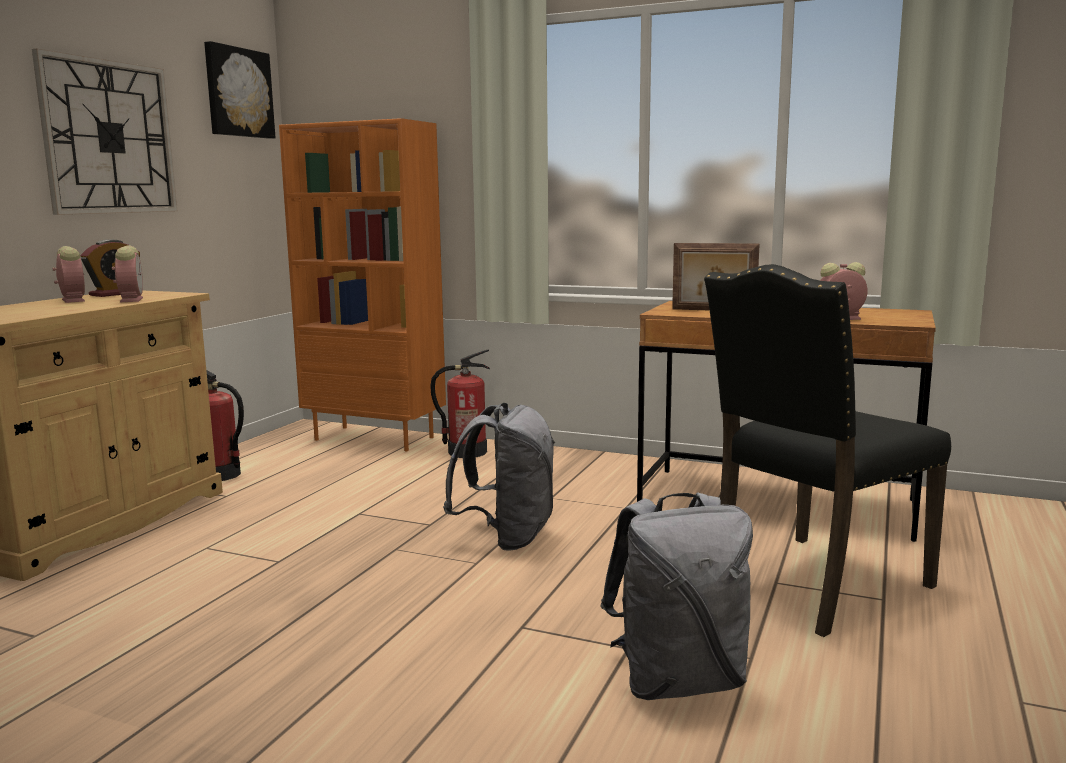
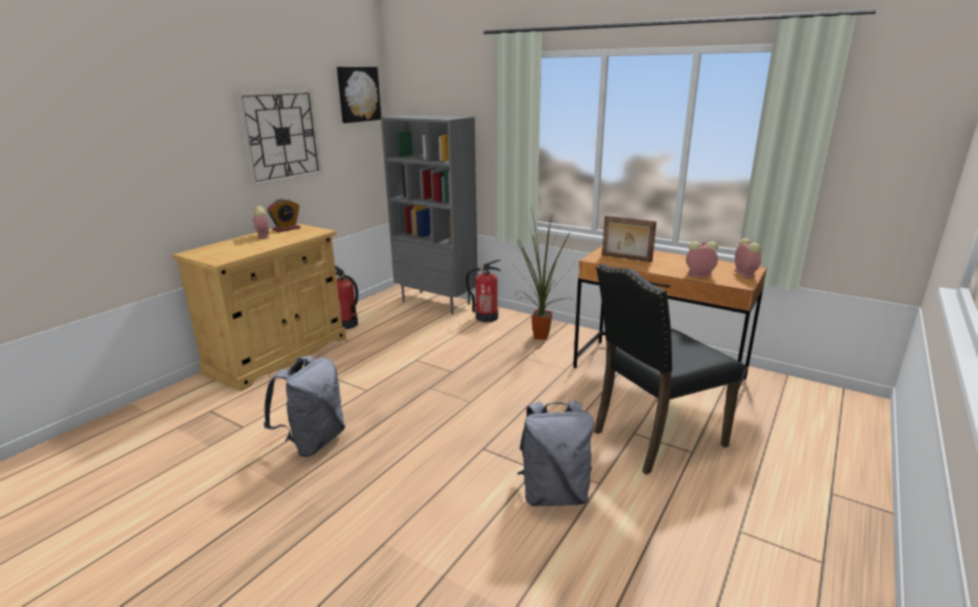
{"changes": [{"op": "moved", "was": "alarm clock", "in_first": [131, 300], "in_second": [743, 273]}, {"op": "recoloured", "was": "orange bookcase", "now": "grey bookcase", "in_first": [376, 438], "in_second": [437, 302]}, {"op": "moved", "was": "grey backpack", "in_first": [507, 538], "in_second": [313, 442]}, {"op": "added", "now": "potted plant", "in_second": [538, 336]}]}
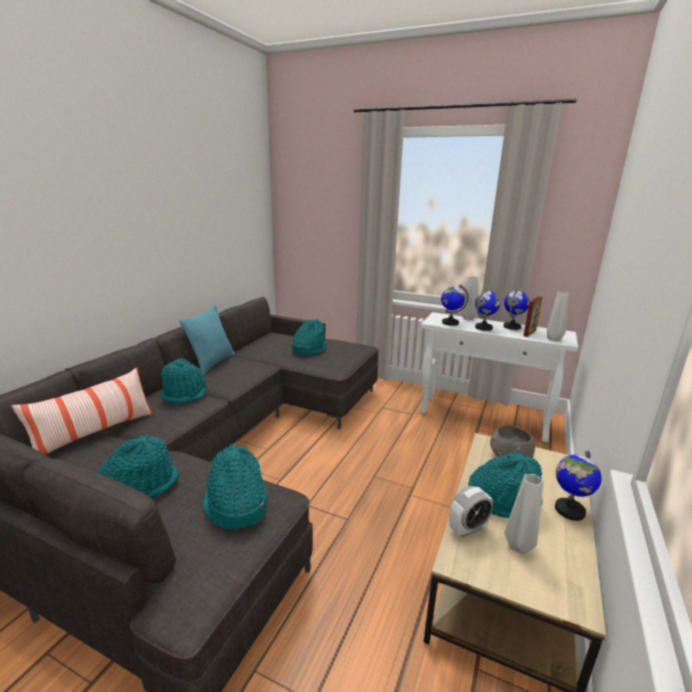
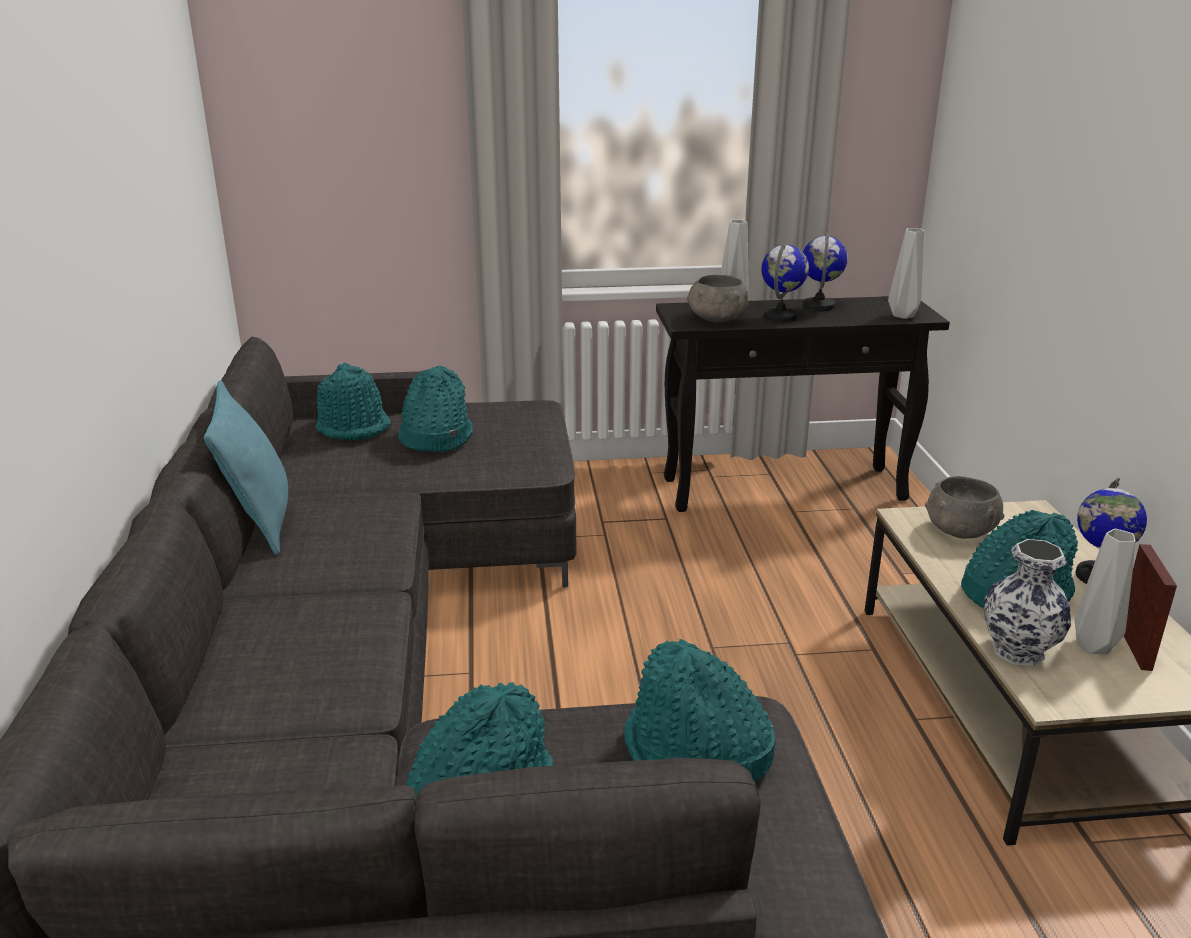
{"changes": [{"op": "removed", "was": "pillow", "in_first": [95, 433]}, {"op": "moved", "was": "turquoise hat", "in_first": [185, 394], "in_second": [353, 427]}, {"op": "recoloured", "was": "white console table", "now": "black console table", "in_first": [484, 418], "in_second": [785, 489]}, {"op": "replaced", "was": "globe", "now": "grey bowl", "in_first": [450, 323], "in_second": [716, 319]}, {"op": "replaced", "was": "alarm clock", "now": "vase", "in_first": [468, 529], "in_second": [1017, 650]}, {"op": "moved", "was": "picture frame", "in_first": [529, 333], "in_second": [1134, 647]}]}
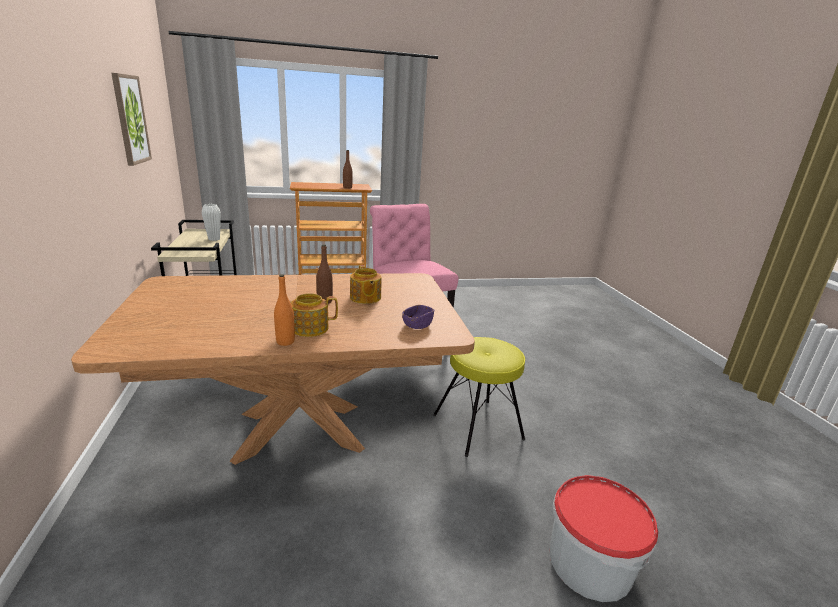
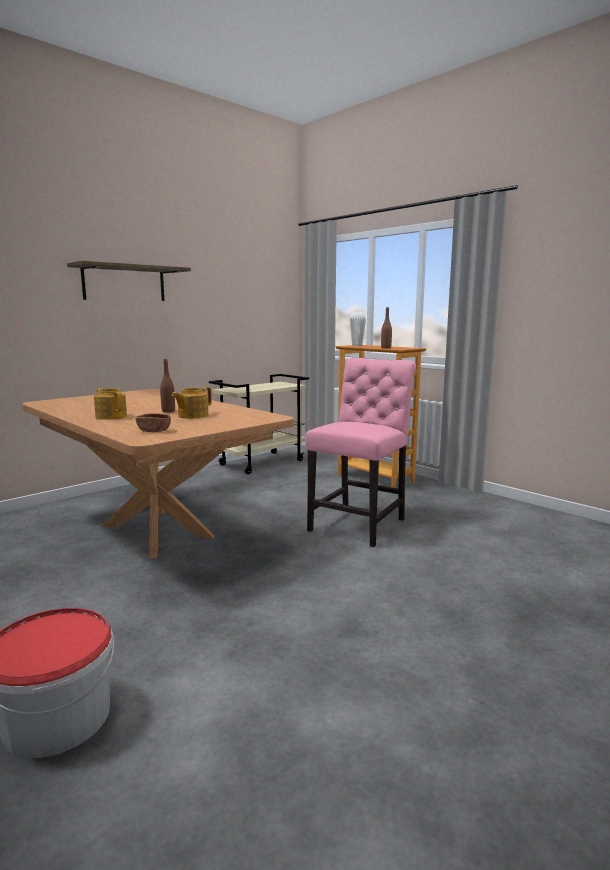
{"changes": [{"op": "removed", "was": "picture", "in_first": [130, 119]}, {"op": "moved", "was": "white vase", "in_first": [214, 239], "in_second": [357, 345]}, {"op": "removed", "was": "orange bottle", "in_first": [285, 342]}, {"op": "recoloured", "was": "purple bowl", "now": "brown bowl", "in_first": [417, 325], "in_second": [154, 431]}, {"op": "removed", "was": "yellow stool", "in_first": [478, 427]}, {"op": "added", "now": "shelf", "in_second": [124, 283]}]}
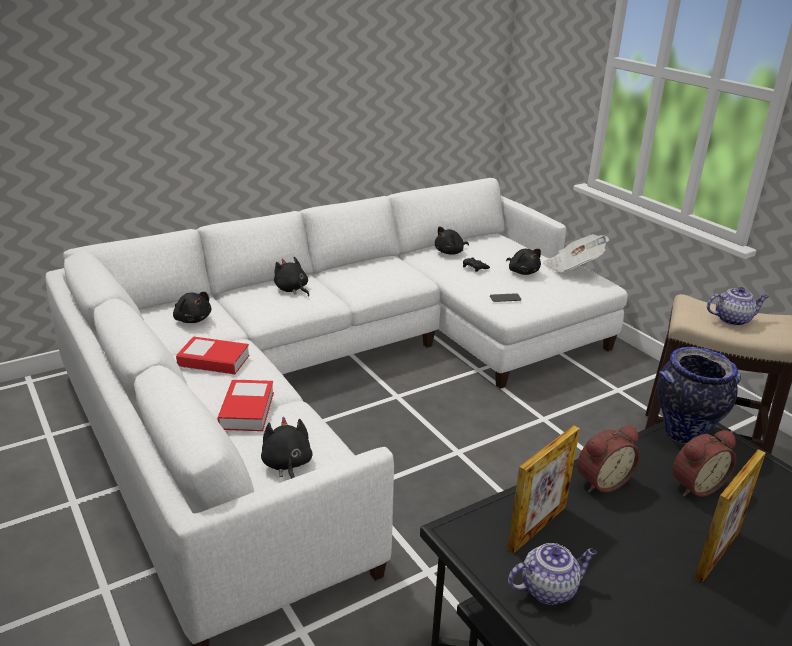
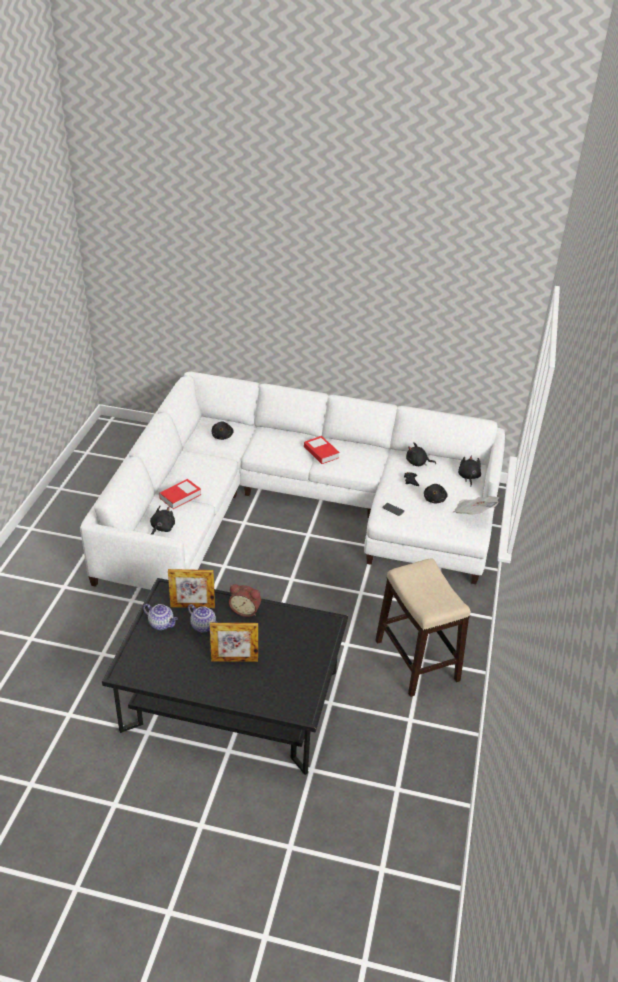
{"changes": [{"op": "moved", "was": "book", "in_first": [214, 361], "in_second": [321, 452]}, {"op": "moved", "was": "black plush toy", "in_first": [292, 289], "in_second": [468, 477]}, {"op": "removed", "was": "vase", "in_first": [684, 433]}, {"op": "removed", "was": "alarm clock", "in_first": [694, 485]}, {"op": "moved", "was": "teapot", "in_first": [733, 319], "in_second": [204, 626]}]}
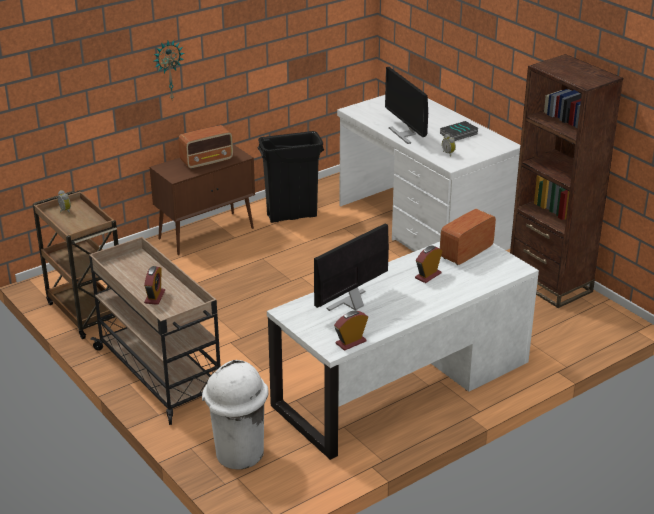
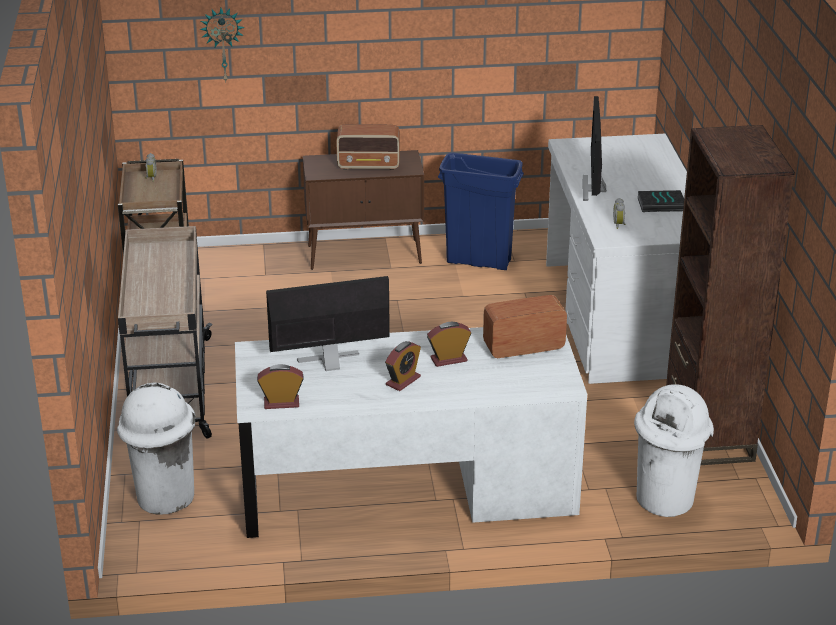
{"changes": [{"op": "moved", "was": "alarm clock", "in_first": [154, 297], "in_second": [403, 381]}, {"op": "moved", "was": "wall clock", "in_first": [168, 69], "in_second": [223, 44]}, {"op": "recoloured", "was": "black trash can", "now": "blue trash can", "in_first": [292, 216], "in_second": [479, 261]}, {"op": "added", "now": "white trash can", "in_second": [666, 500]}]}
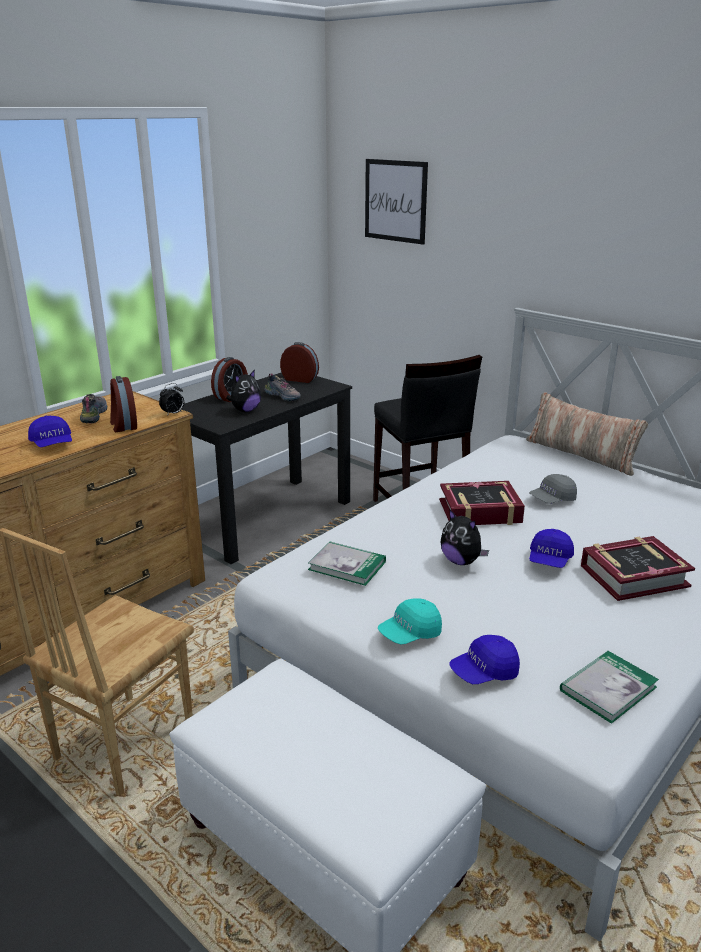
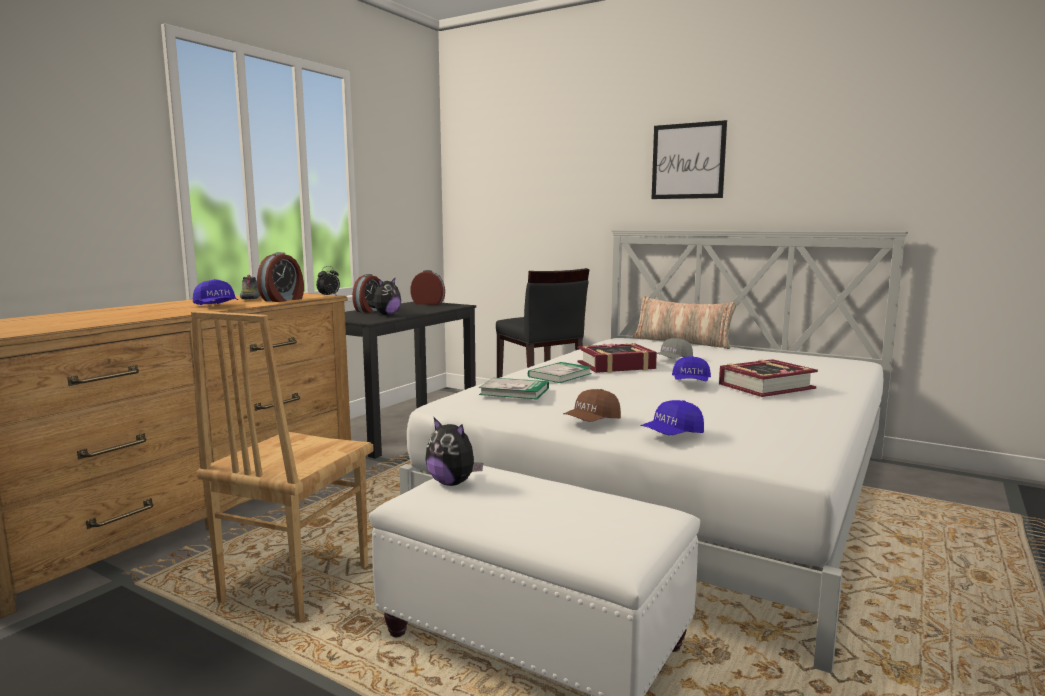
{"changes": [{"op": "turned", "was": "alarm clock", "in_first": [123, 425], "in_second": [283, 300], "clockwise": -120}, {"op": "removed", "was": "shoe", "in_first": [283, 396]}, {"op": "moved", "was": "picture", "in_first": [395, 201], "in_second": [688, 161]}, {"op": "recoloured", "was": "turquoise cap", "now": "brown cap", "in_first": [410, 634], "in_second": [592, 421]}, {"op": "moved", "was": "plush toy", "in_first": [461, 561], "in_second": [452, 483]}, {"op": "moved", "was": "book", "in_first": [608, 688], "in_second": [560, 375]}]}
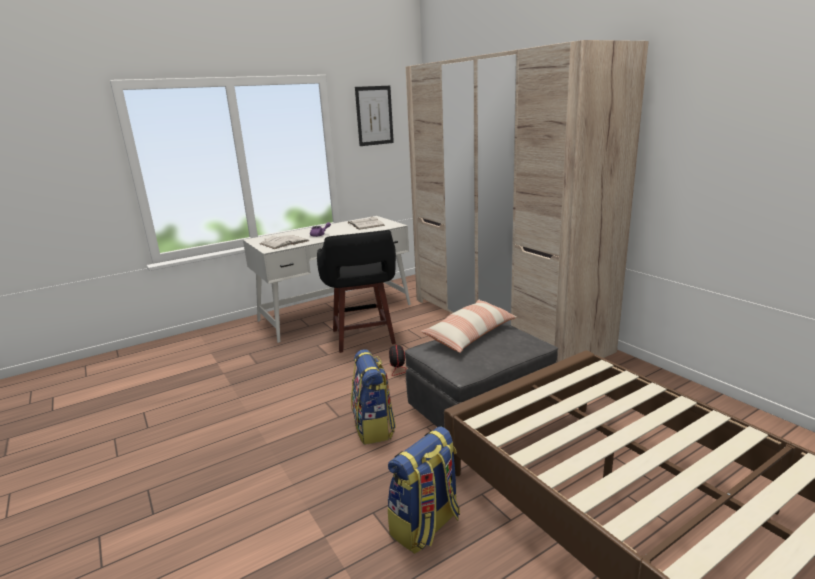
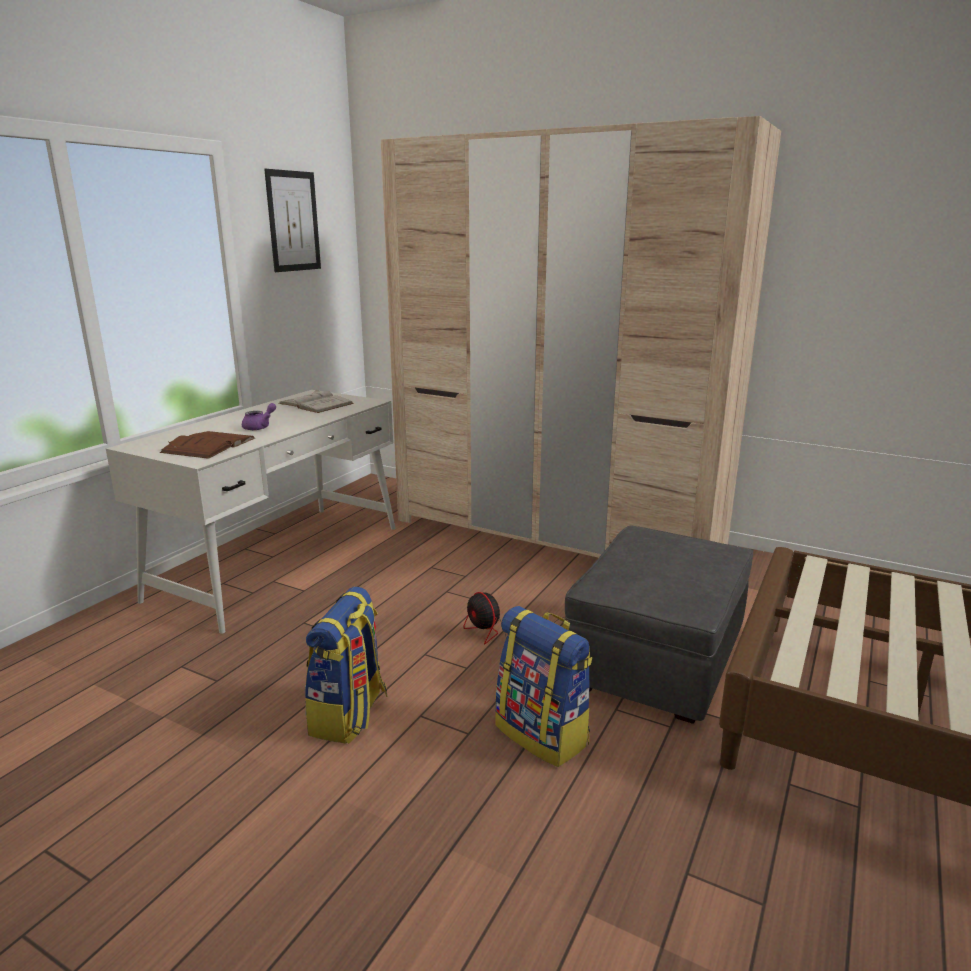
{"changes": [{"op": "recoloured", "was": "white book", "now": "brown book", "in_first": [284, 242], "in_second": [209, 445]}, {"op": "removed", "was": "black stool", "in_first": [363, 338]}, {"op": "moved", "was": "backpack", "in_first": [426, 526], "in_second": [349, 715]}, {"op": "removed", "was": "pillow", "in_first": [470, 335]}]}
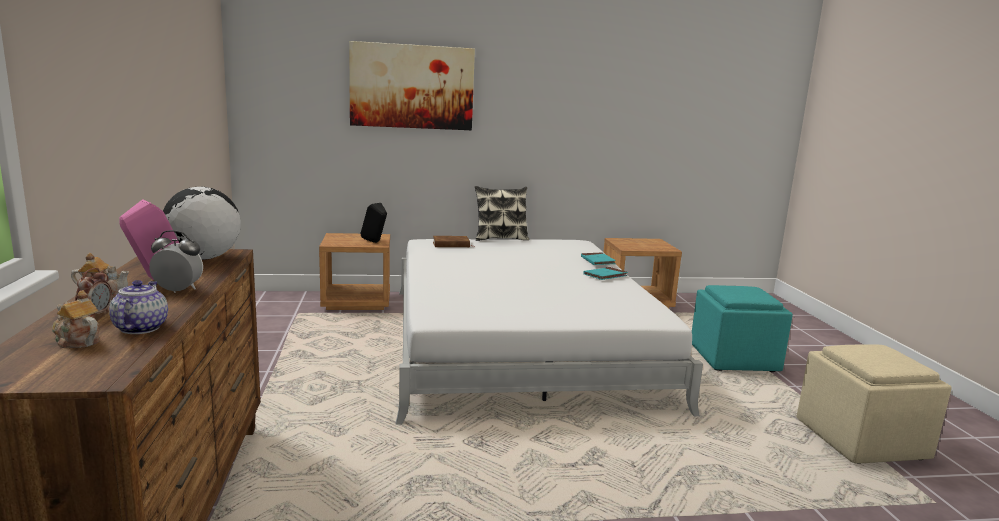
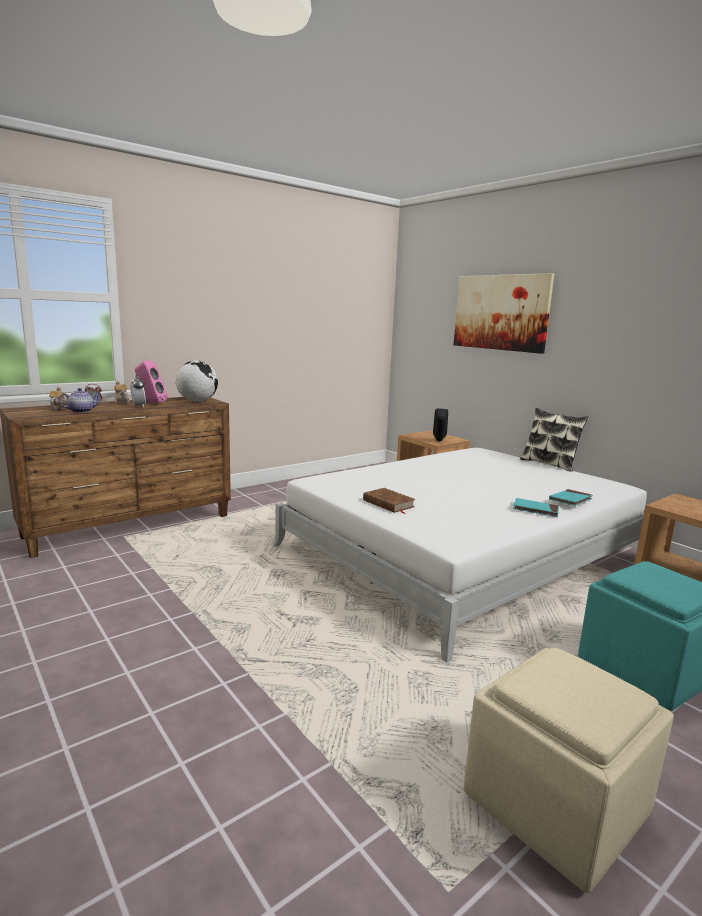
{"changes": [{"op": "moved", "was": "brown book", "in_first": [451, 244], "in_second": [388, 503]}]}
